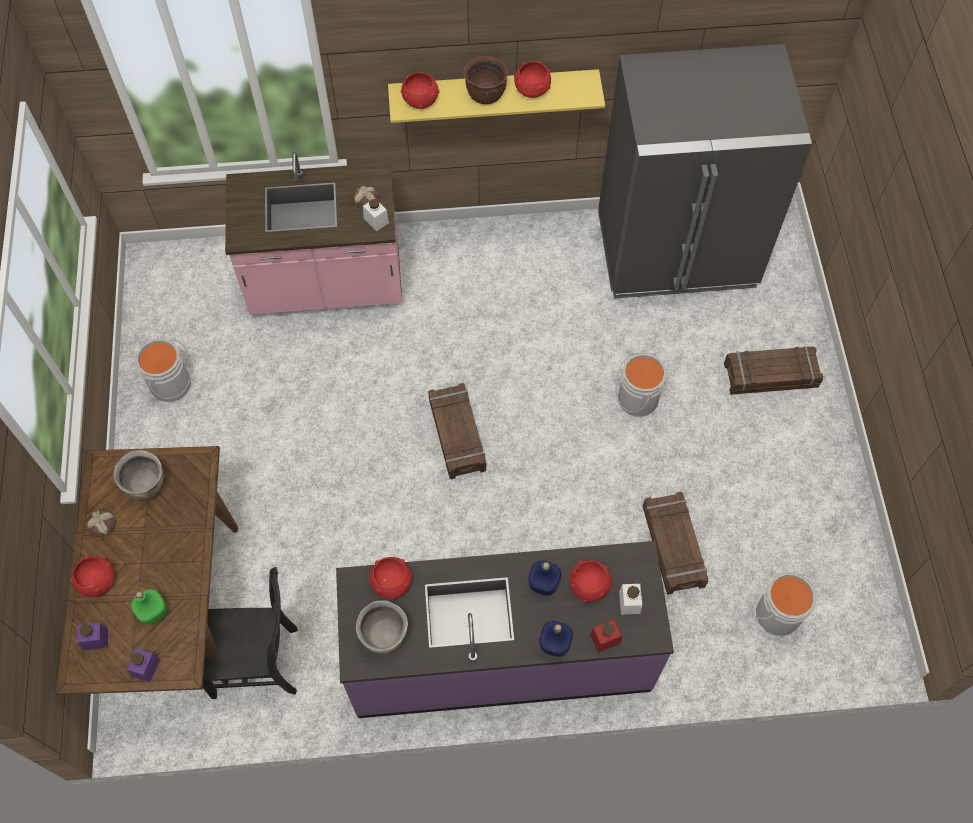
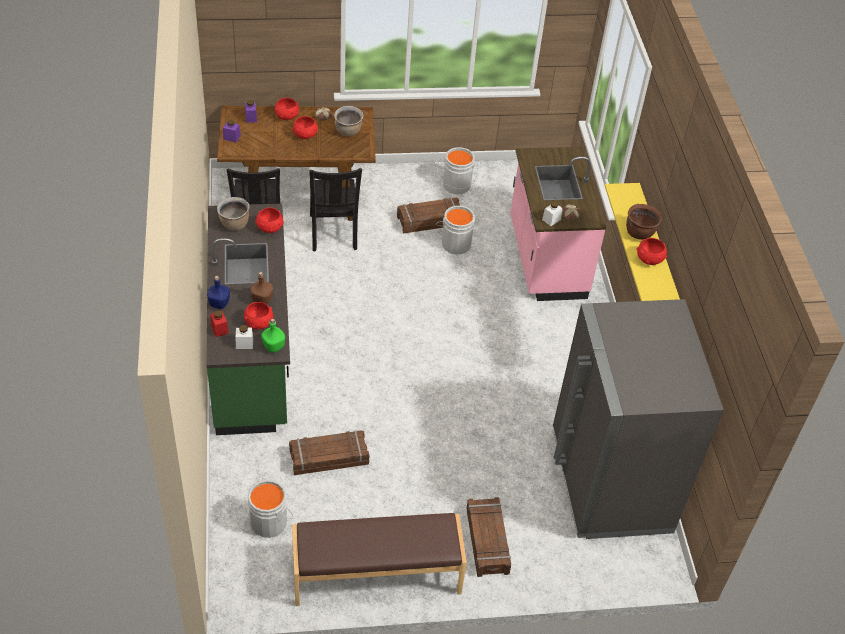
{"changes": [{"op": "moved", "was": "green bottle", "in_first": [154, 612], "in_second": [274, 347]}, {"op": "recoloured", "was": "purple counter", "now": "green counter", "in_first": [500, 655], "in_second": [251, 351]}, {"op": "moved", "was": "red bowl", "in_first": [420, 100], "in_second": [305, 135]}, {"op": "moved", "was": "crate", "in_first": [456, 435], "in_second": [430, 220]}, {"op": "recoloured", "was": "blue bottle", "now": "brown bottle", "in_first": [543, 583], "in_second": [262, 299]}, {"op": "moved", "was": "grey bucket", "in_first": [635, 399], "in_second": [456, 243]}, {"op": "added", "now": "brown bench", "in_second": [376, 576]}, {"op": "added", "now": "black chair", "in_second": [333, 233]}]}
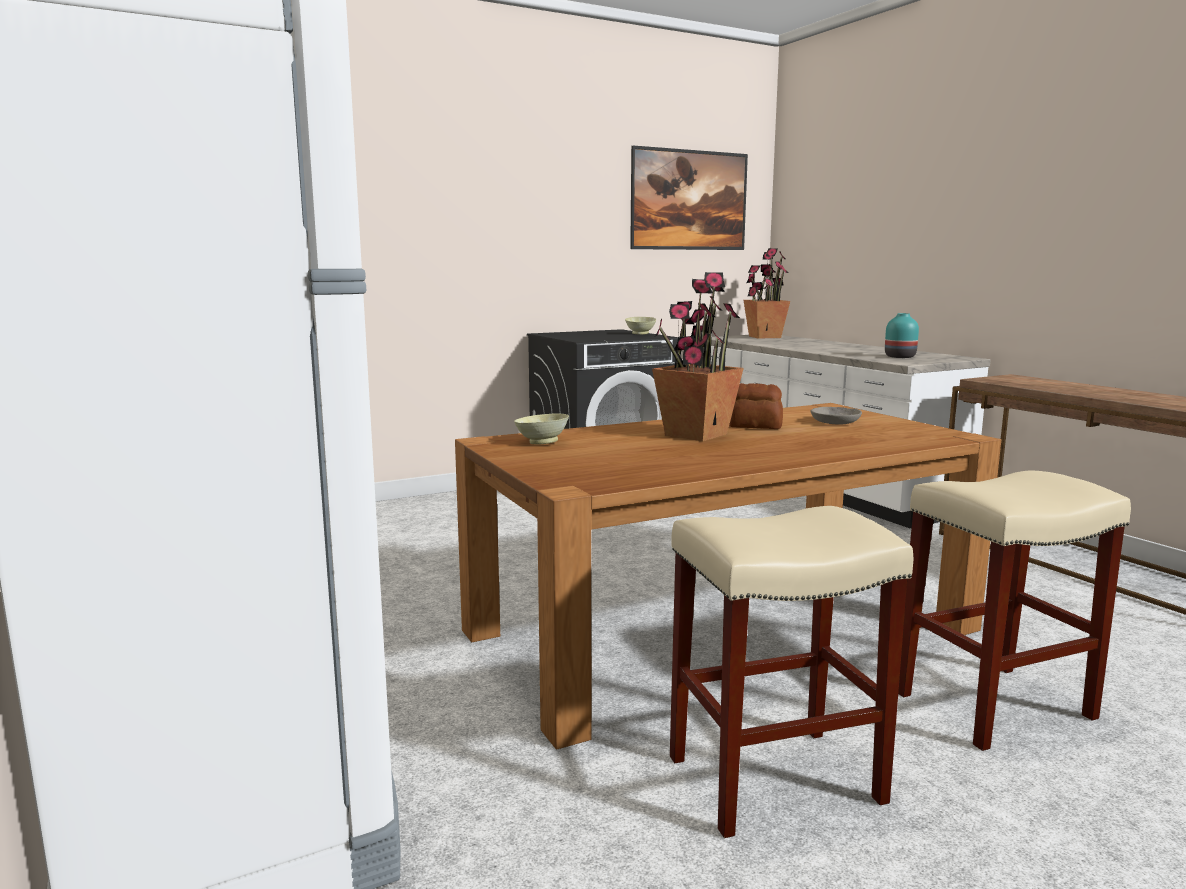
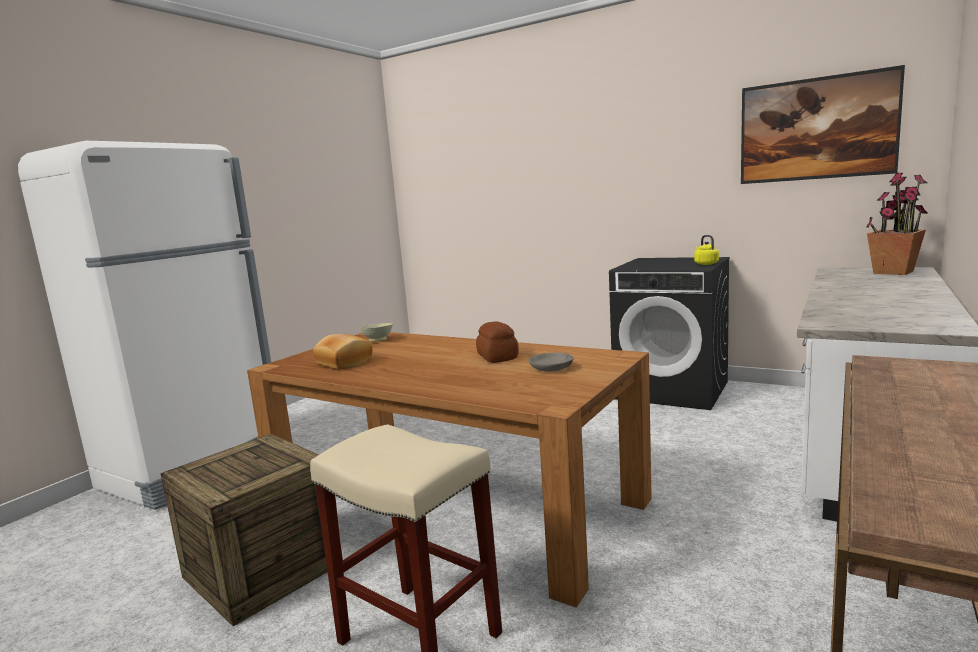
{"changes": [{"op": "replaced", "was": "beige bowl", "now": "yellow kettle", "in_first": [640, 334], "in_second": [705, 264]}, {"op": "removed", "was": "potted plant", "in_first": [695, 434]}, {"op": "replaced", "was": "beige stool", "now": "crate", "in_first": [772, 780], "in_second": [263, 570]}, {"op": "removed", "was": "turquoise vase", "in_first": [899, 356]}, {"op": "added", "now": "bread", "in_second": [343, 363]}]}
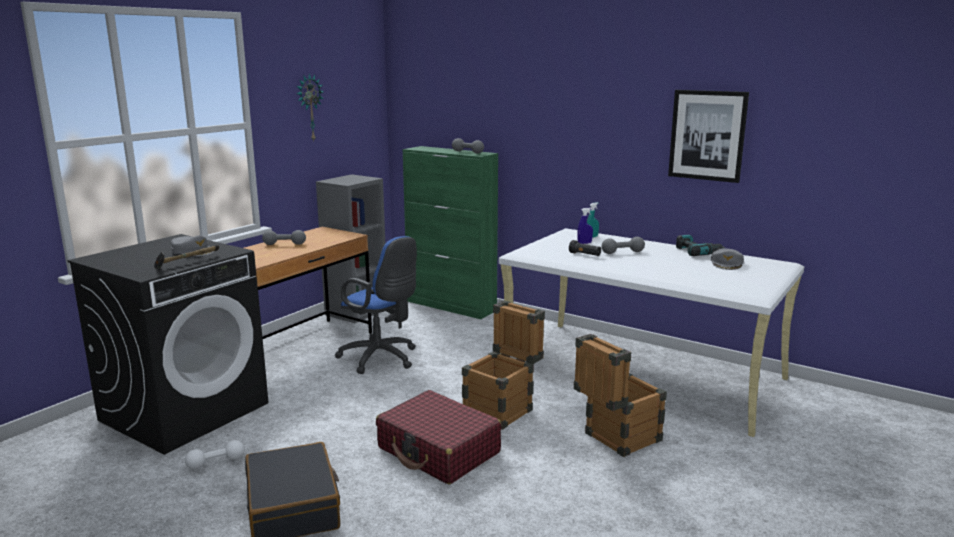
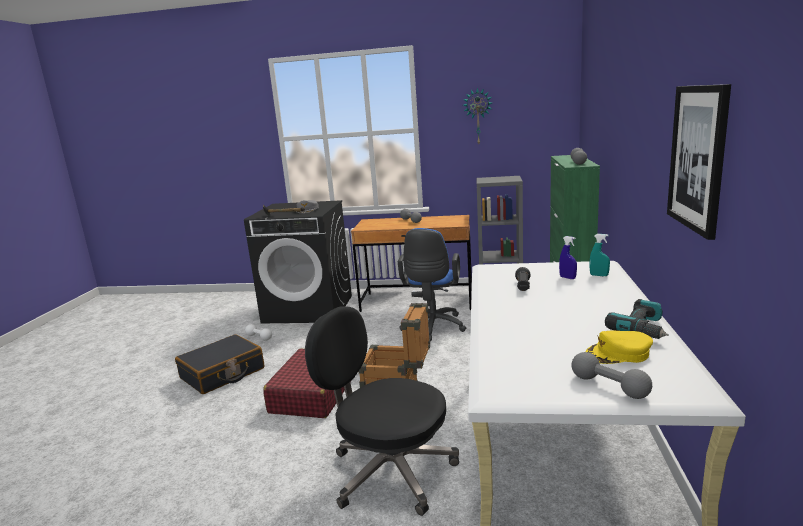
{"changes": [{"op": "replaced", "was": "crate", "now": "black office chair", "in_first": [615, 439], "in_second": [389, 471]}, {"op": "moved", "was": "grey dumbbell", "in_first": [622, 252], "in_second": [609, 386]}, {"op": "recoloured", "was": "grey cap", "now": "yellow cap", "in_first": [727, 263], "in_second": [618, 354]}]}
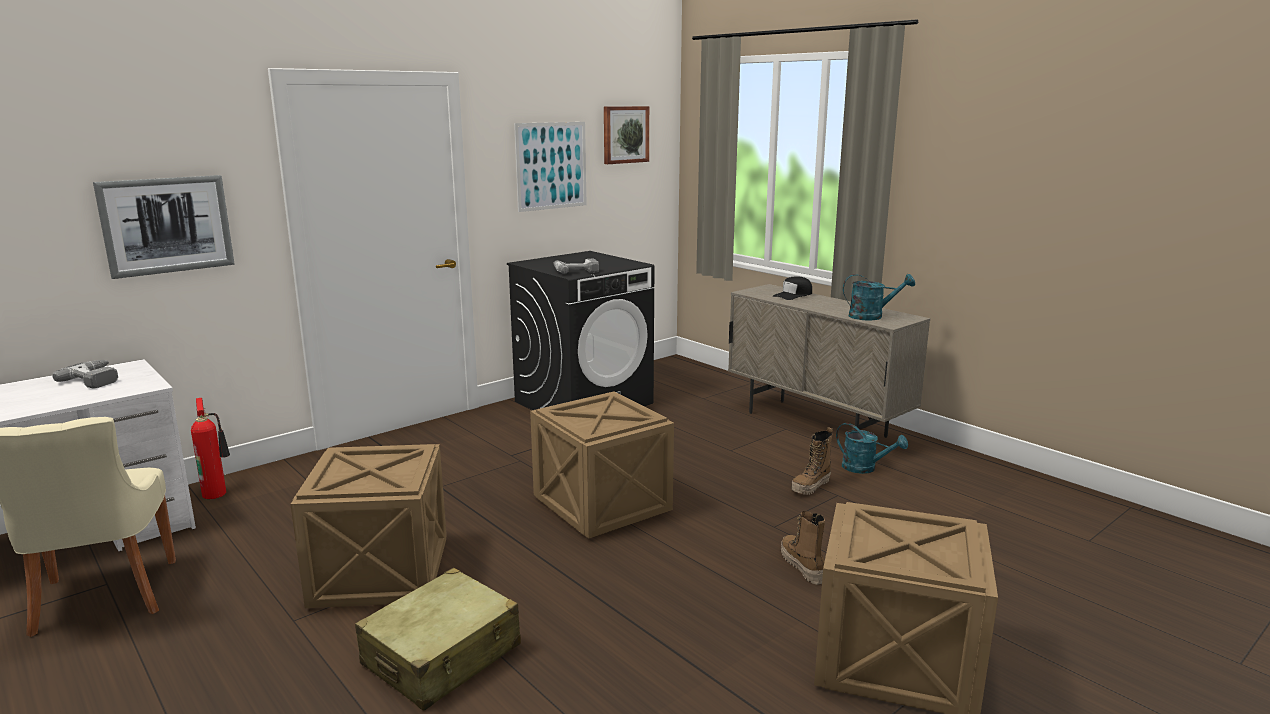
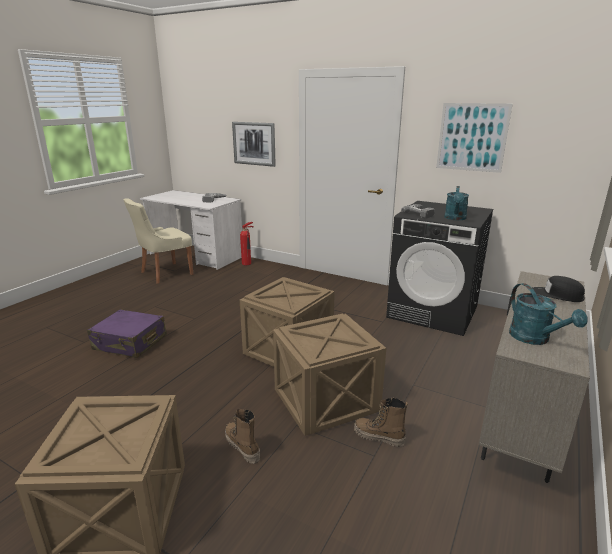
{"changes": [{"op": "moved", "was": "crate", "in_first": [381, 571], "in_second": [327, 401]}, {"op": "recoloured", "was": "beige suitcase", "now": "purple suitcase", "in_first": [442, 656], "in_second": [130, 343]}, {"op": "removed", "was": "picture", "in_first": [625, 134]}, {"op": "turned", "was": "boot", "in_first": [802, 566], "in_second": [242, 447], "clockwise": -90}, {"op": "moved", "was": "turquoise watering can", "in_first": [865, 468], "in_second": [455, 218]}]}
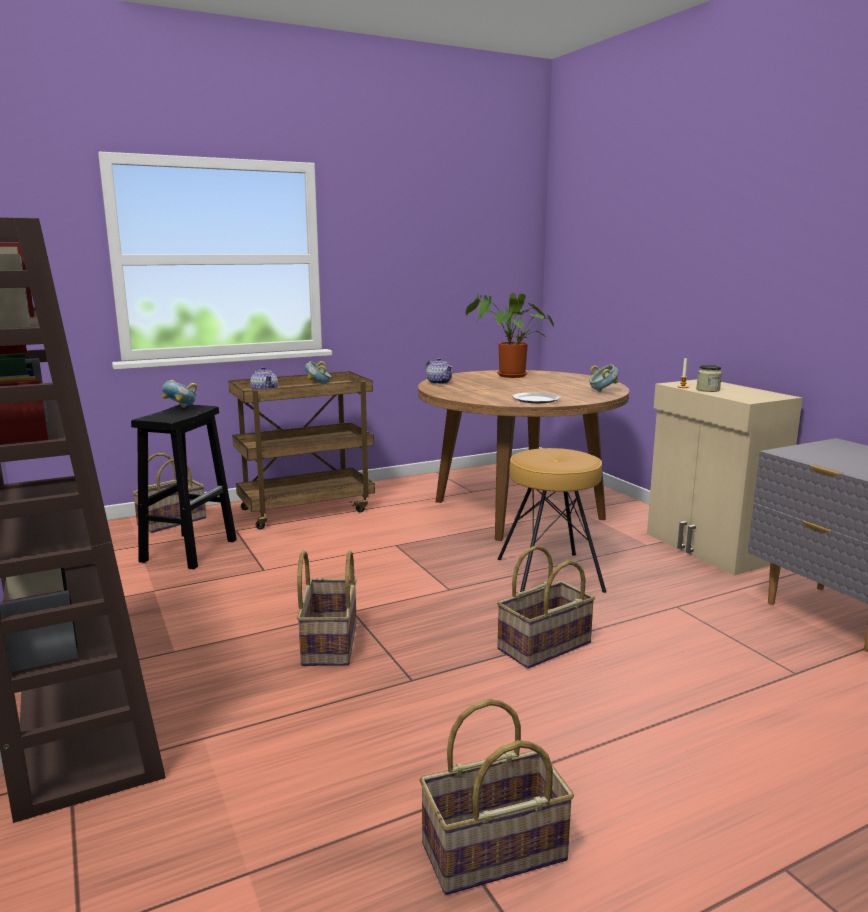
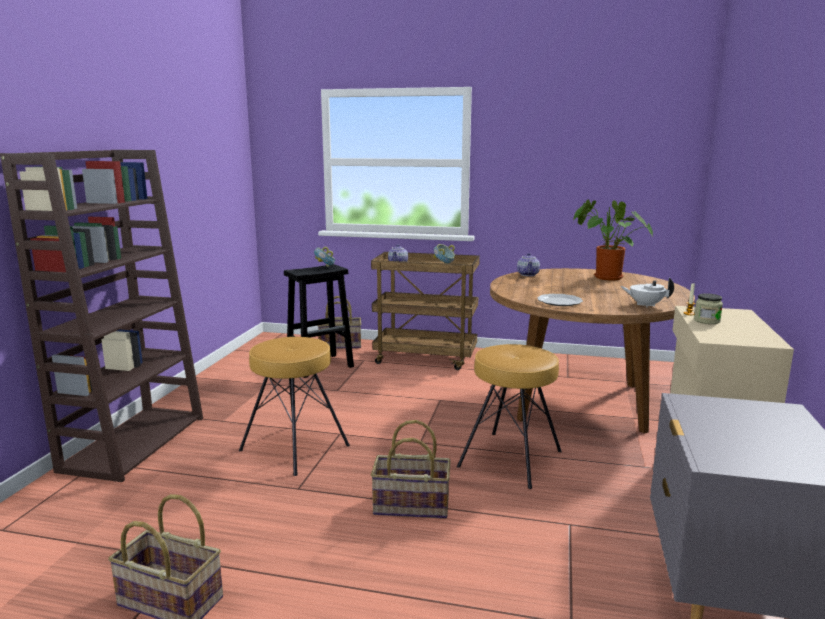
{"changes": [{"op": "replaced", "was": "basket", "now": "brown stool", "in_first": [328, 643], "in_second": [295, 447]}, {"op": "replaced", "was": "bowl", "now": "white teapot", "in_first": [602, 391], "in_second": [645, 305]}]}
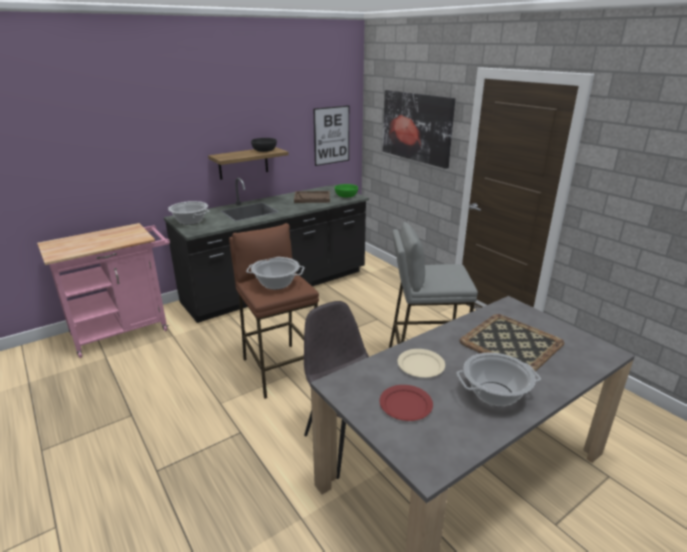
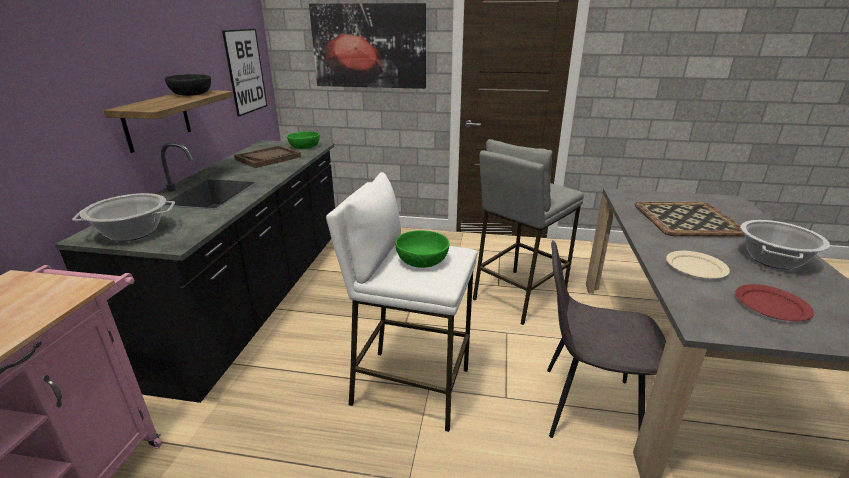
{"changes": [{"op": "recoloured", "was": "brown stool", "now": "white stool", "in_first": [280, 369], "in_second": [410, 386]}, {"op": "replaced", "was": "cooking pot", "now": "green bowl", "in_first": [276, 283], "in_second": [422, 260]}]}
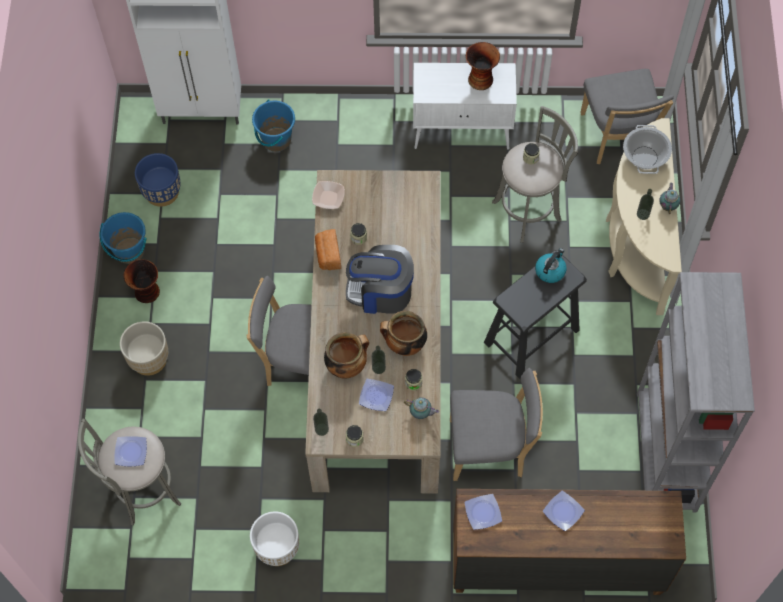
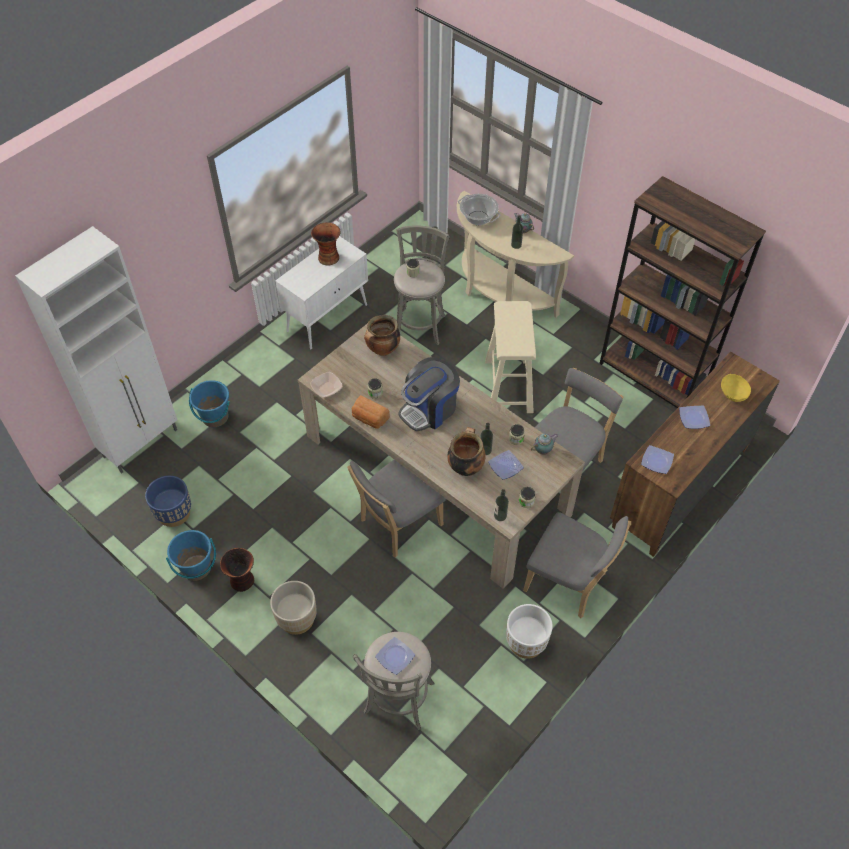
{"changes": [{"op": "moved", "was": "cooking pot", "in_first": [404, 344], "in_second": [382, 350]}, {"op": "recoloured", "was": "black stool", "now": "beige stool", "in_first": [531, 336], "in_second": [508, 386]}, {"op": "removed", "was": "kettle", "in_first": [550, 270]}, {"op": "moved", "was": "grey chair", "in_first": [617, 137], "in_second": [568, 583]}, {"op": "recoloured", "was": "grey bookcase", "now": "brown bookcase", "in_first": [666, 452], "in_second": [652, 377]}, {"op": "added", "now": "yellow bowl", "in_second": [732, 394]}]}
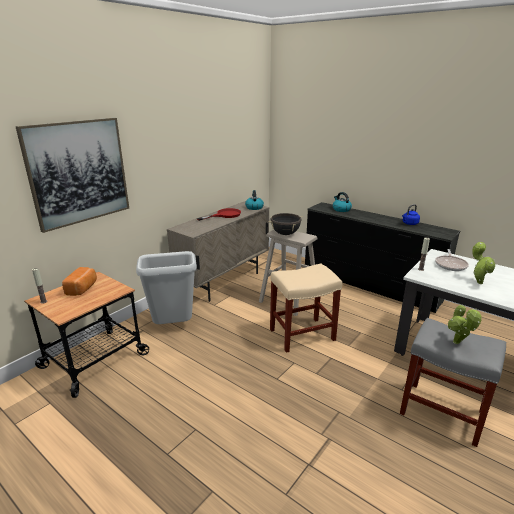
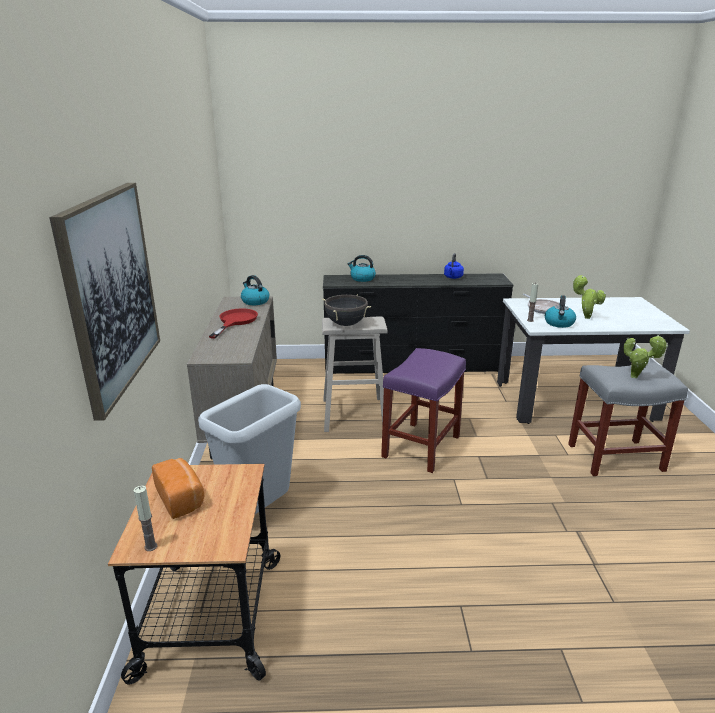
{"changes": [{"op": "recoloured", "was": "beige stool", "now": "purple stool", "in_first": [303, 334], "in_second": [421, 446]}, {"op": "added", "now": "kettle", "in_second": [559, 323]}]}
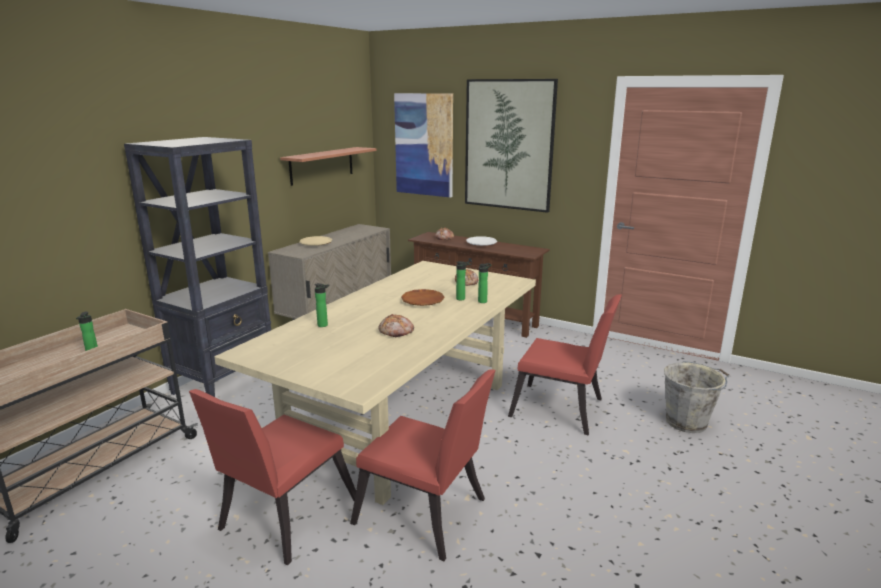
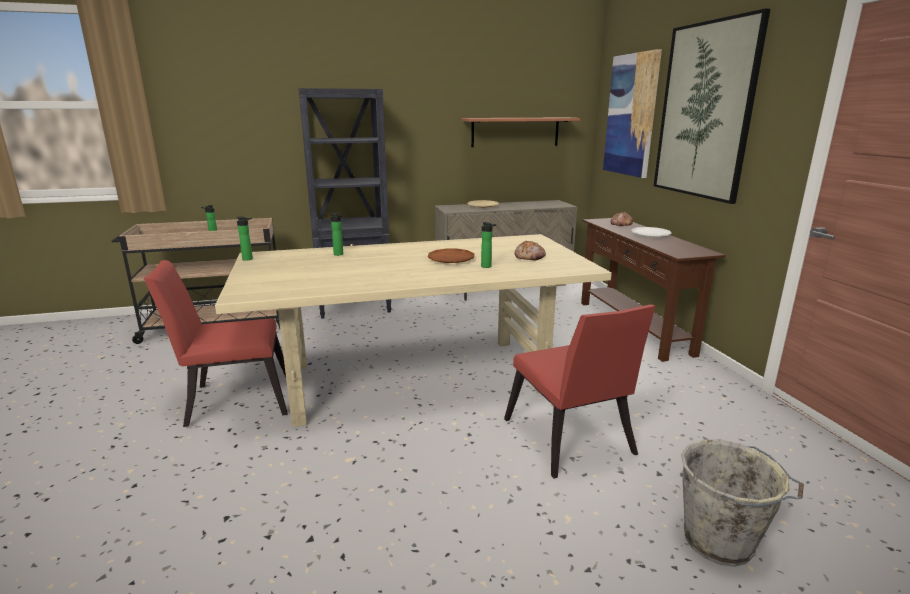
{"changes": [{"op": "removed", "was": "red chair", "in_first": [426, 516]}, {"op": "removed", "was": "bread", "in_first": [396, 332]}, {"op": "moved", "was": "bottle", "in_first": [483, 301], "in_second": [249, 259]}]}
